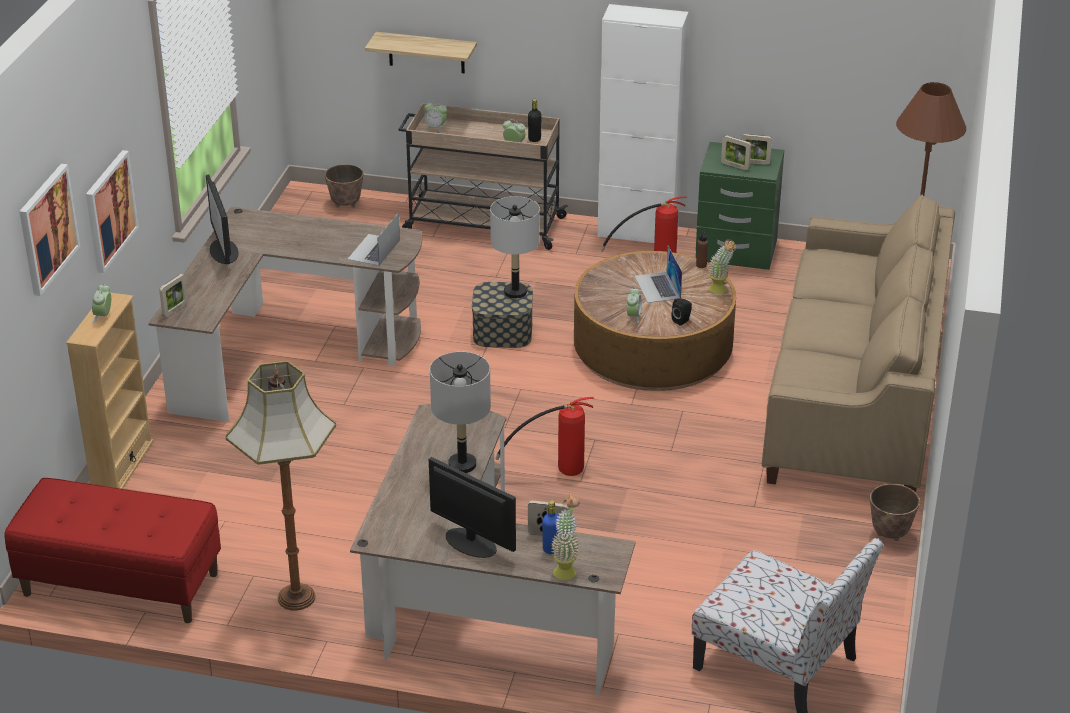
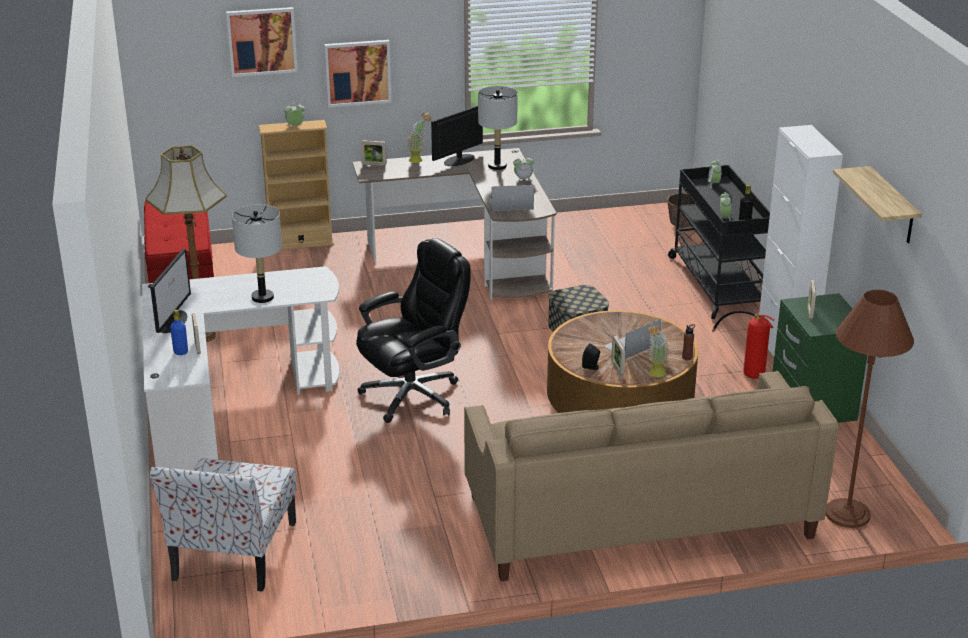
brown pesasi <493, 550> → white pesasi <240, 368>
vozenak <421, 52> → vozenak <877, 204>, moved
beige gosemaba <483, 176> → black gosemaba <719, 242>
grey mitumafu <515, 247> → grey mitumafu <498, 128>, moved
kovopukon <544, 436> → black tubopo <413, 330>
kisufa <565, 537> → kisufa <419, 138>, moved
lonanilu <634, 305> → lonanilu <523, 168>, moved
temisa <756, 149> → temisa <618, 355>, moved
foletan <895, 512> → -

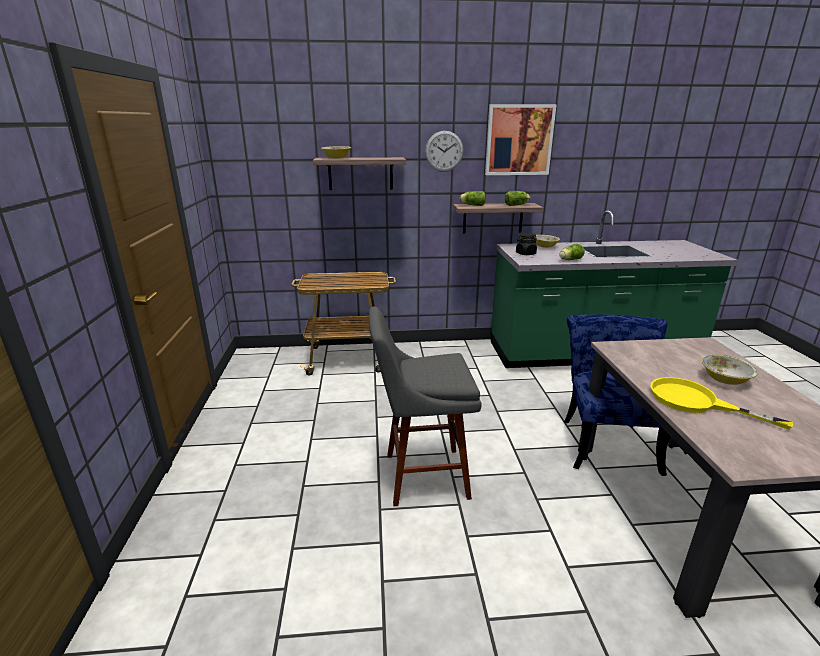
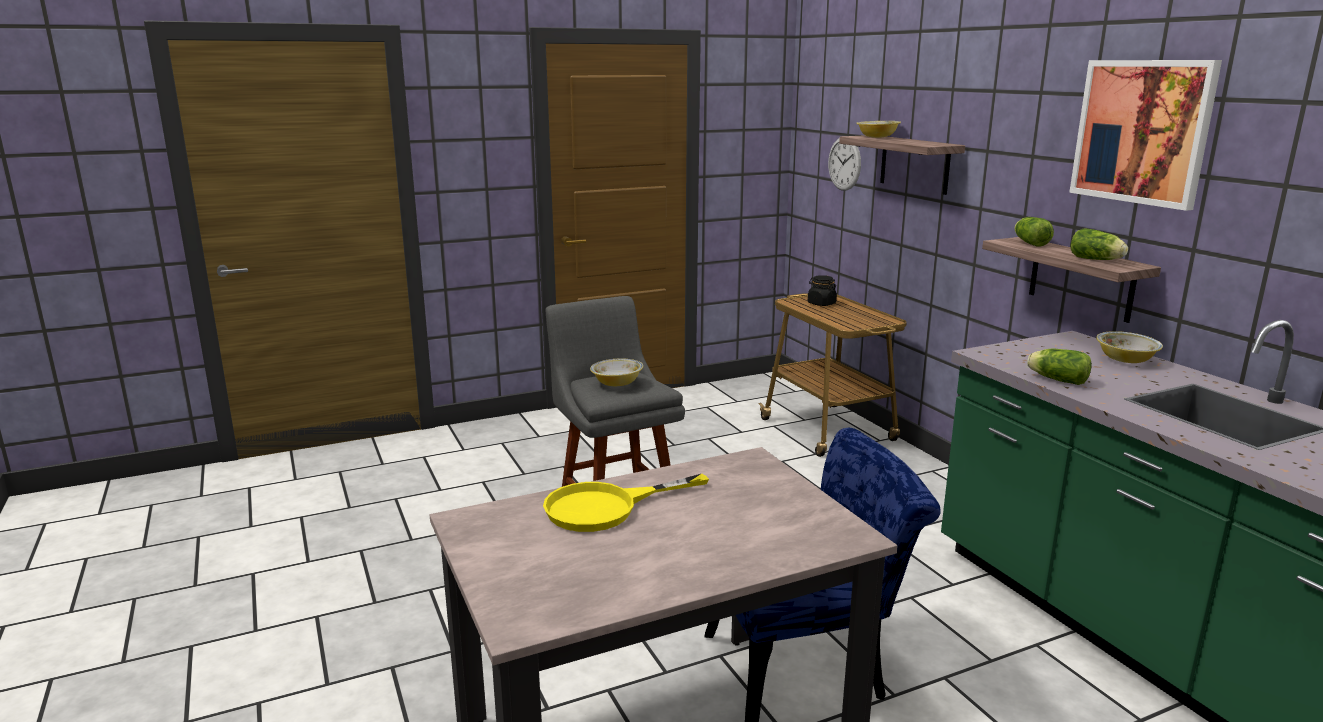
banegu <444, 151> → banegu <844, 164>, moved
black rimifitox <526, 244> → black rimifitox <822, 290>, moved
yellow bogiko <721, 403> → yellow bogiko <626, 503>, 135 degrees counterclockwise
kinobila <730, 369> → kinobila <616, 372>, moved

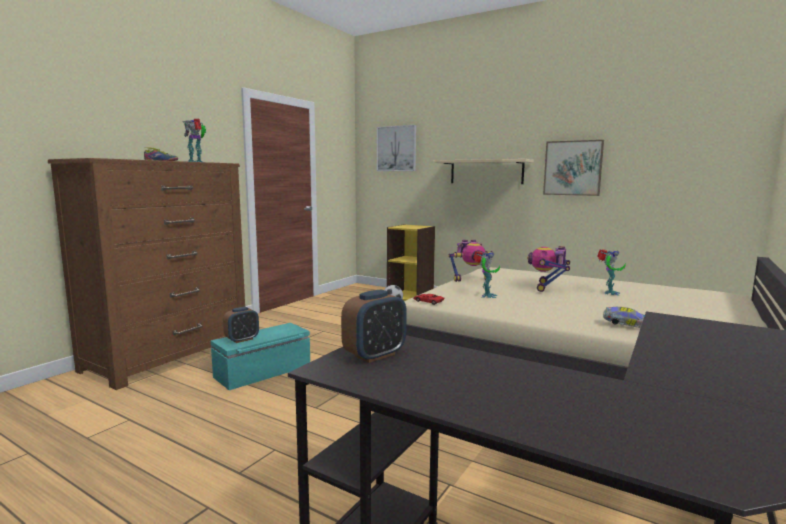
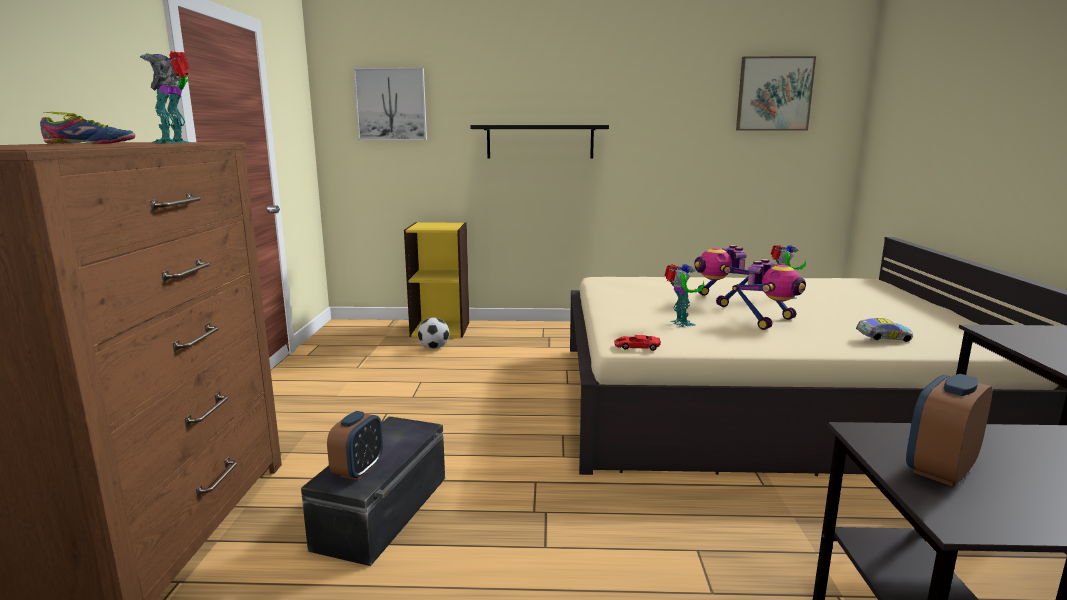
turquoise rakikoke <260, 356> → black rakikoke <373, 491>
lonanilu <374, 326> → lonanilu <949, 430>, 150 degrees counterclockwise
beige vozenak <484, 171> → black vozenak <539, 142>
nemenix <470, 261> → nemenix <769, 294>, moved
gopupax <573, 168> → gopupax <776, 93>, moved

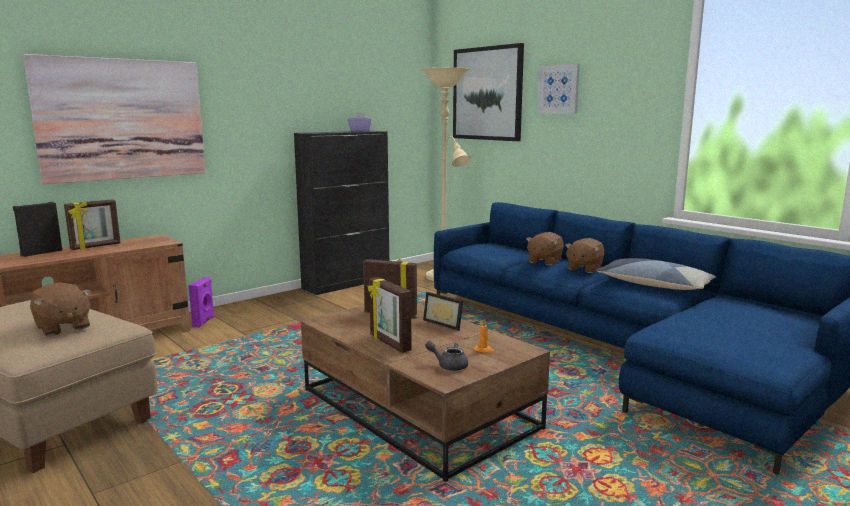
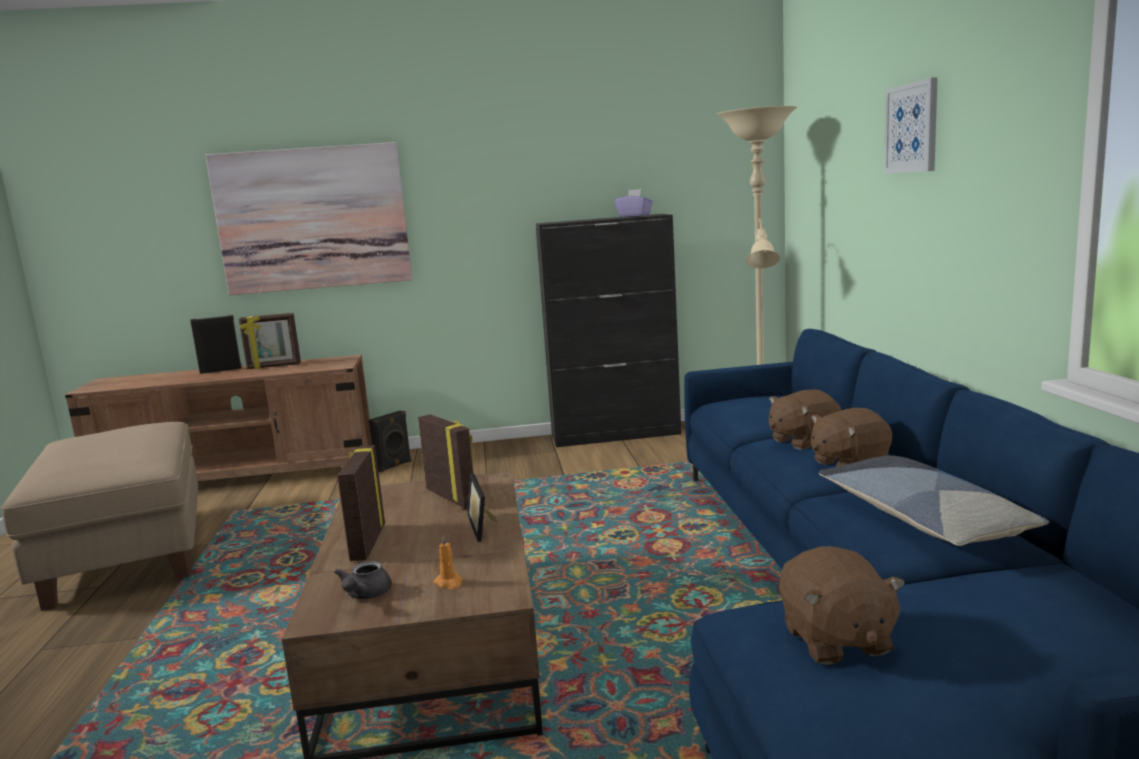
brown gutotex <61, 309> → brown gutotex <842, 605>, moved
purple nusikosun <201, 302> → black nusikosun <390, 441>
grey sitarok <446, 356> → grey sitarok <363, 580>, 135 degrees counterclockwise
gopupax <488, 92> → -

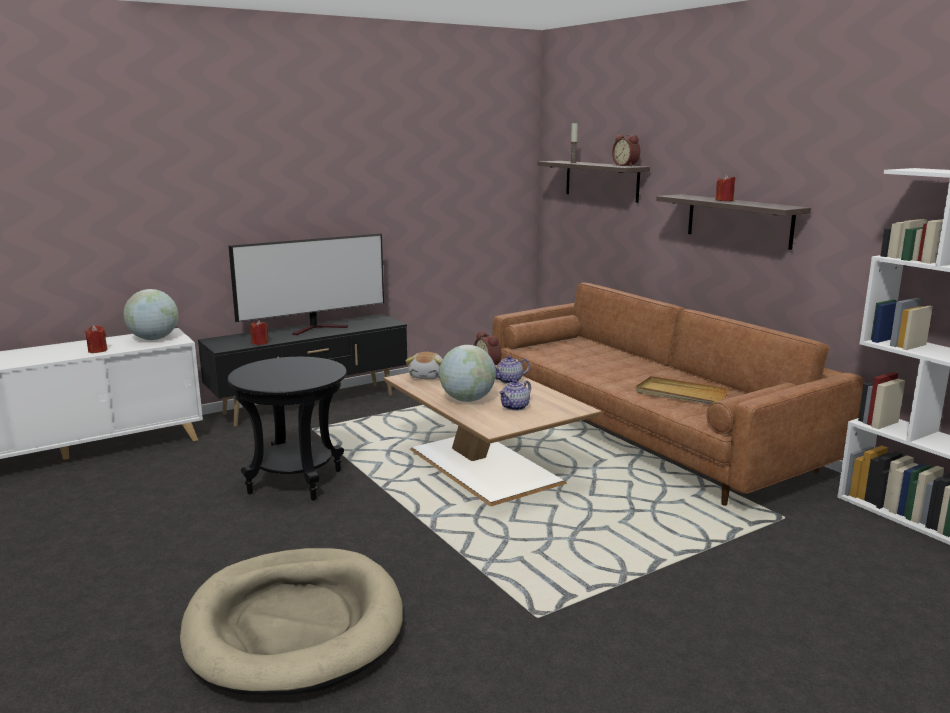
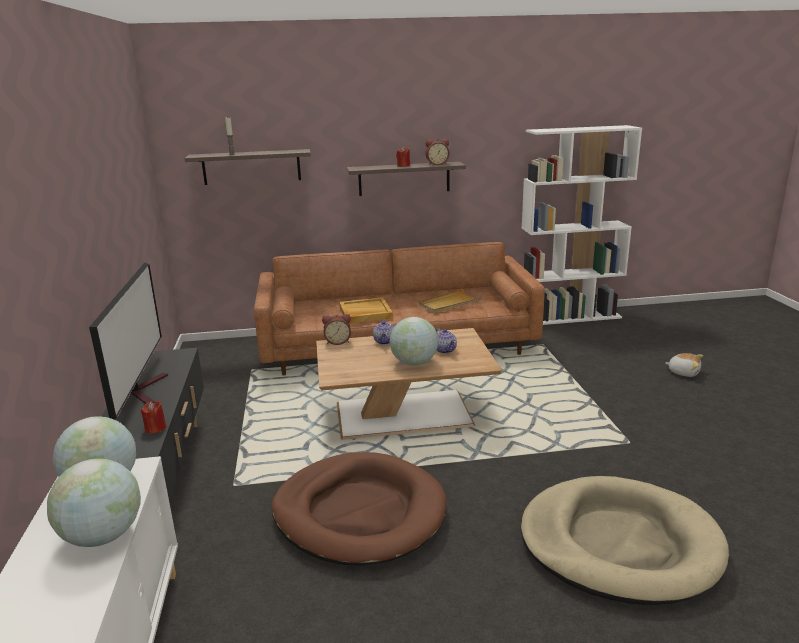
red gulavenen <96, 339> → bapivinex <94, 503>
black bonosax <287, 429> → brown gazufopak <359, 509>
gutotex <424, 365> → gutotex <684, 365>, moved
lonanilu <626, 150> → lonanilu <437, 152>, moved
- → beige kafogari <366, 310>

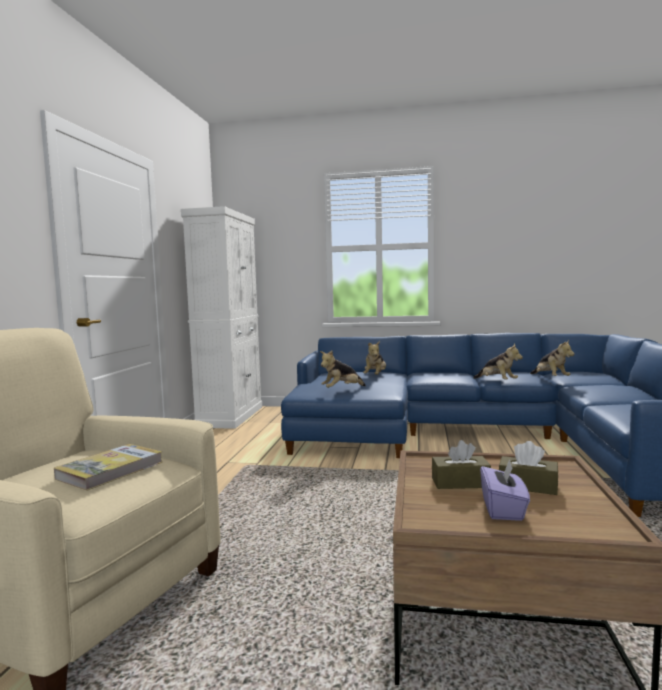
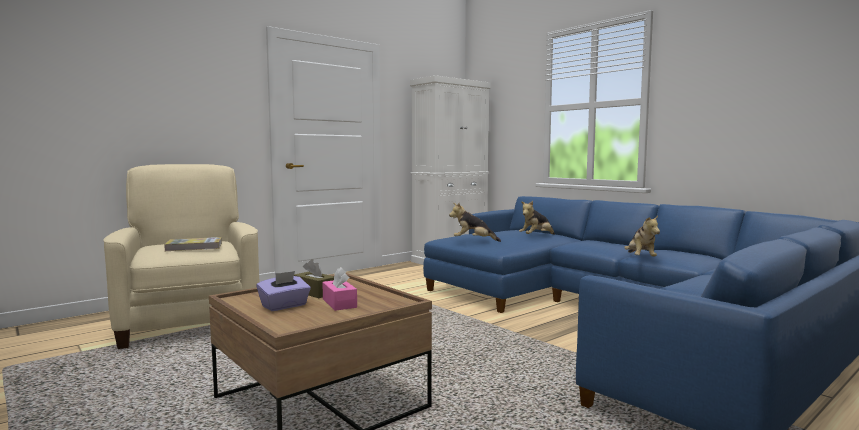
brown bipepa <529, 468> → pink bipepa <339, 289>
gutotex <552, 357> → -

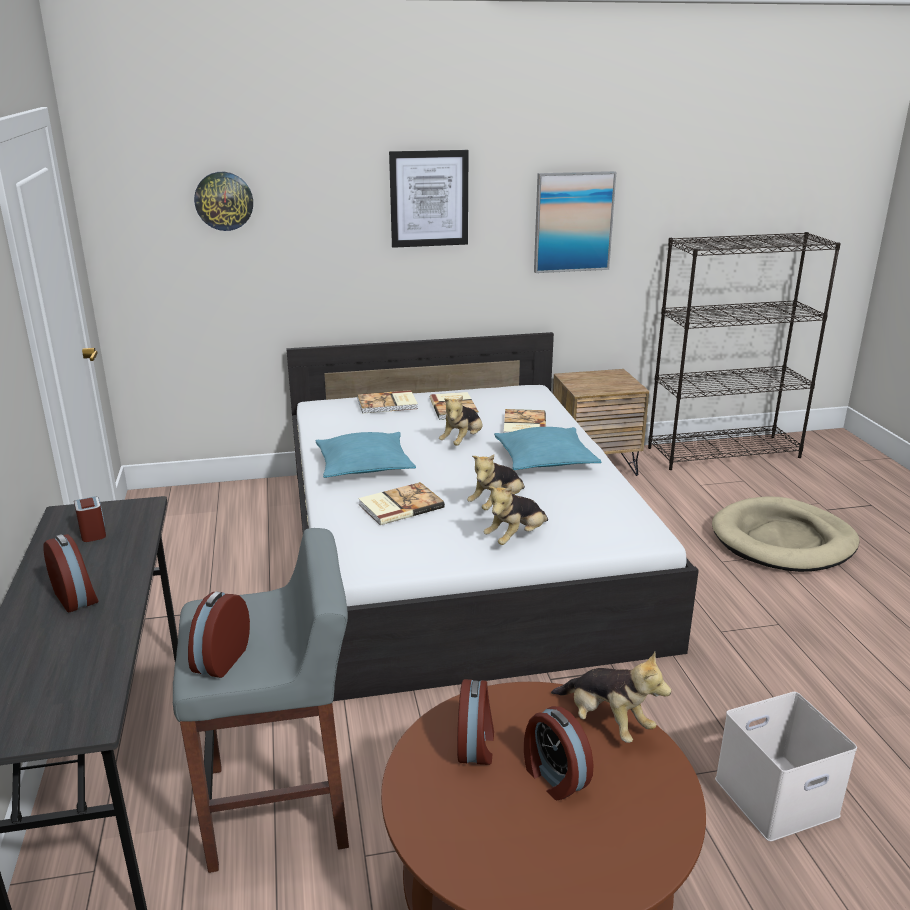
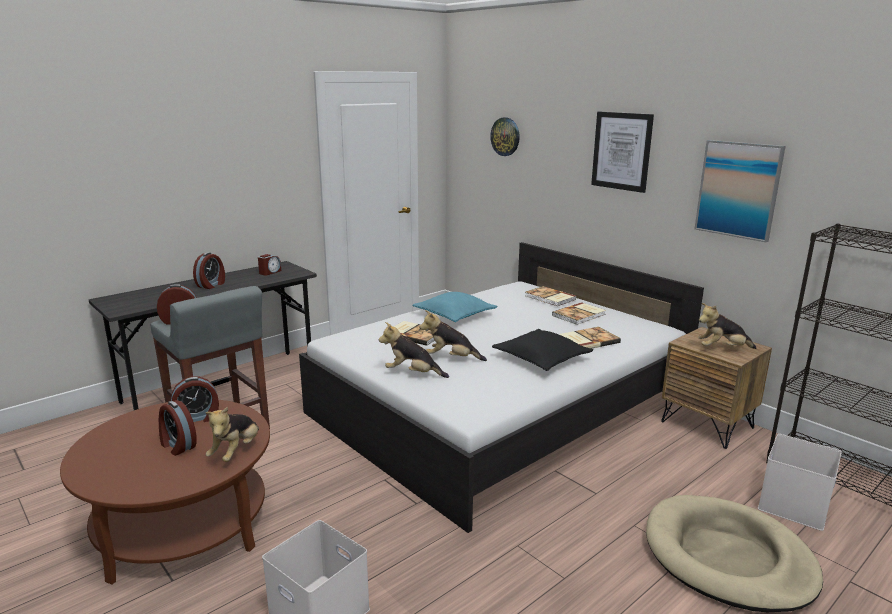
gutotex <461, 421> → gutotex <727, 326>, moved
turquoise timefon <547, 448> → black timefon <542, 350>
lonanilu <559, 753> → lonanilu <178, 428>, 75 degrees counterclockwise
- → white rakikoke <800, 482>

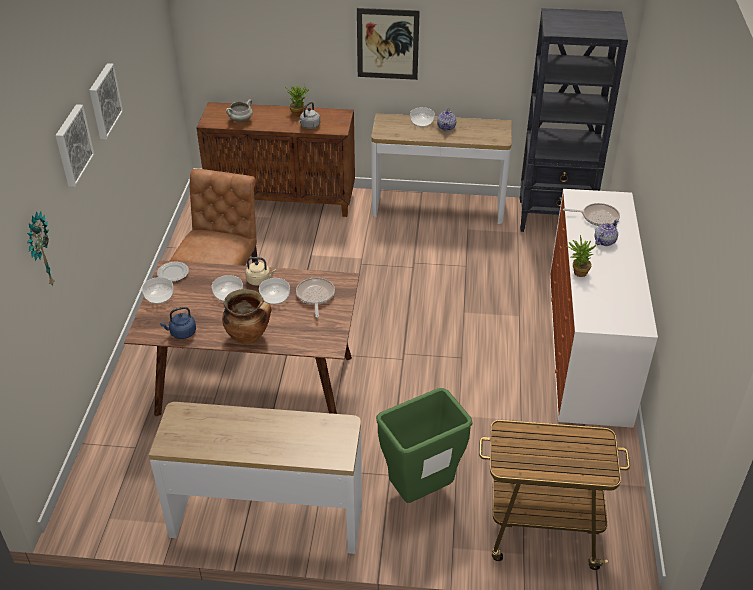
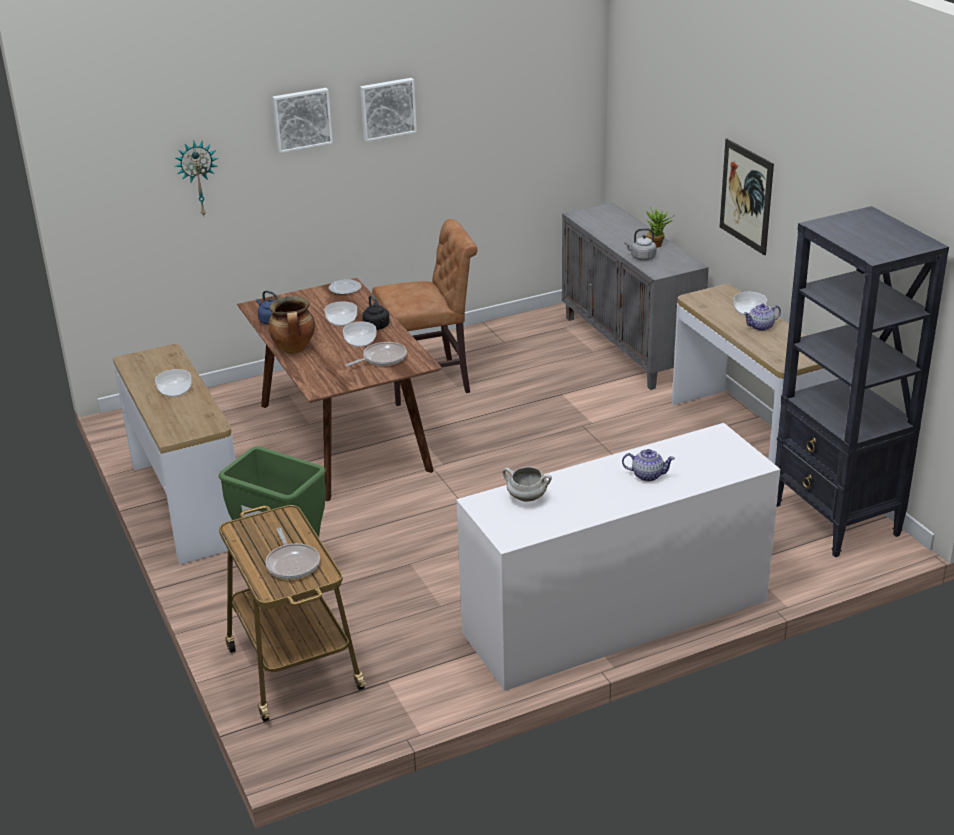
kinobila <158, 290> → kinobila <173, 383>, moved
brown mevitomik <275, 159> → grey mevitomik <635, 296>
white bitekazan <239, 111> → white bitekazan <527, 484>, moved
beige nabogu <260, 271> → black nabogu <376, 312>
bogiko <591, 214> → bogiko <292, 553>, moved
kisufa <581, 256> → -

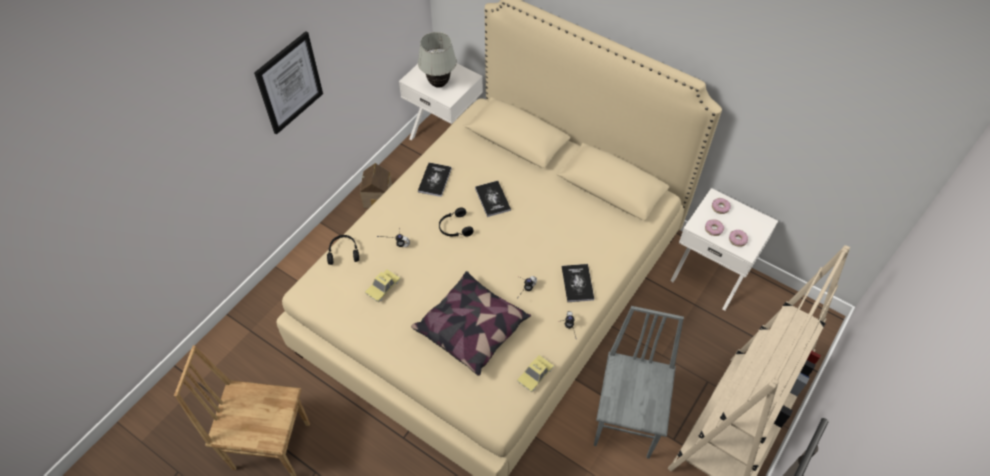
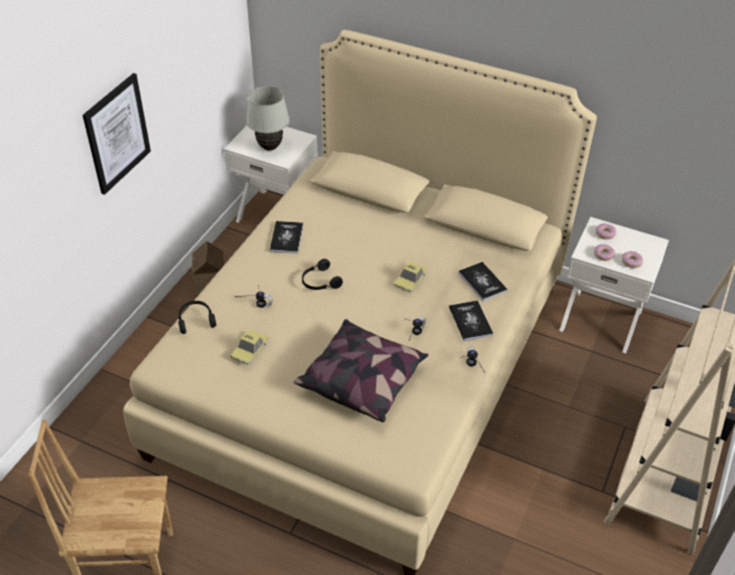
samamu <493, 199> → samamu <483, 281>, moved
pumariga <535, 373> → pumariga <410, 277>, moved
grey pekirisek <639, 382> → -

